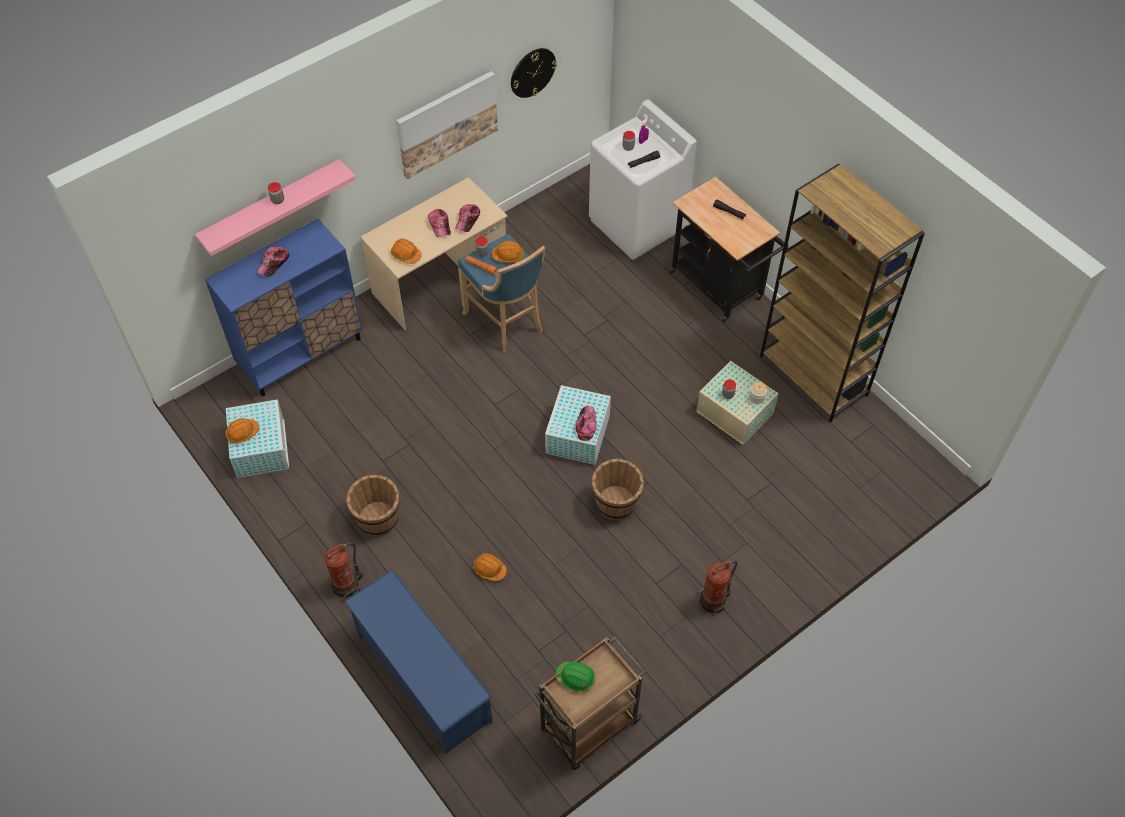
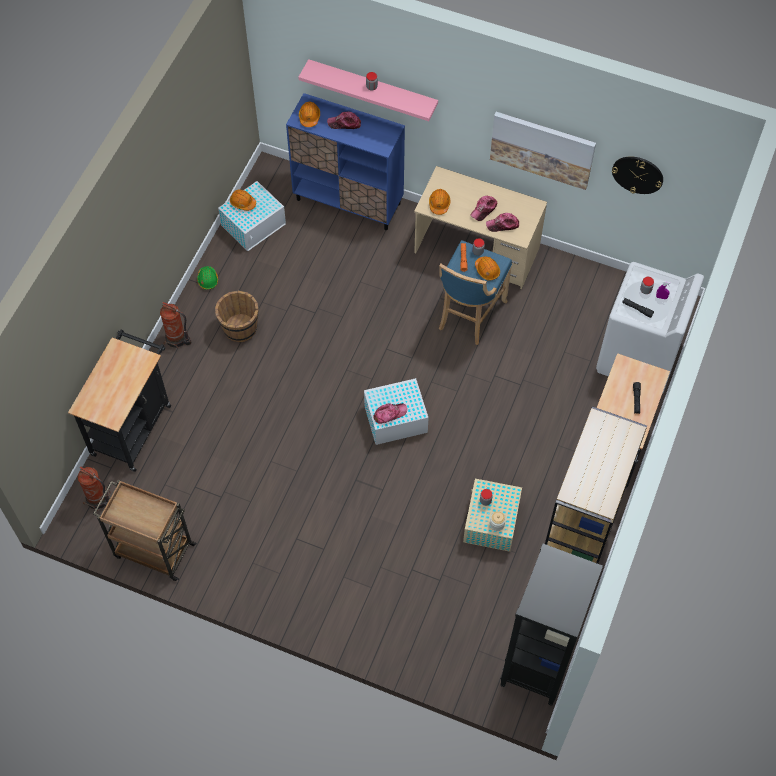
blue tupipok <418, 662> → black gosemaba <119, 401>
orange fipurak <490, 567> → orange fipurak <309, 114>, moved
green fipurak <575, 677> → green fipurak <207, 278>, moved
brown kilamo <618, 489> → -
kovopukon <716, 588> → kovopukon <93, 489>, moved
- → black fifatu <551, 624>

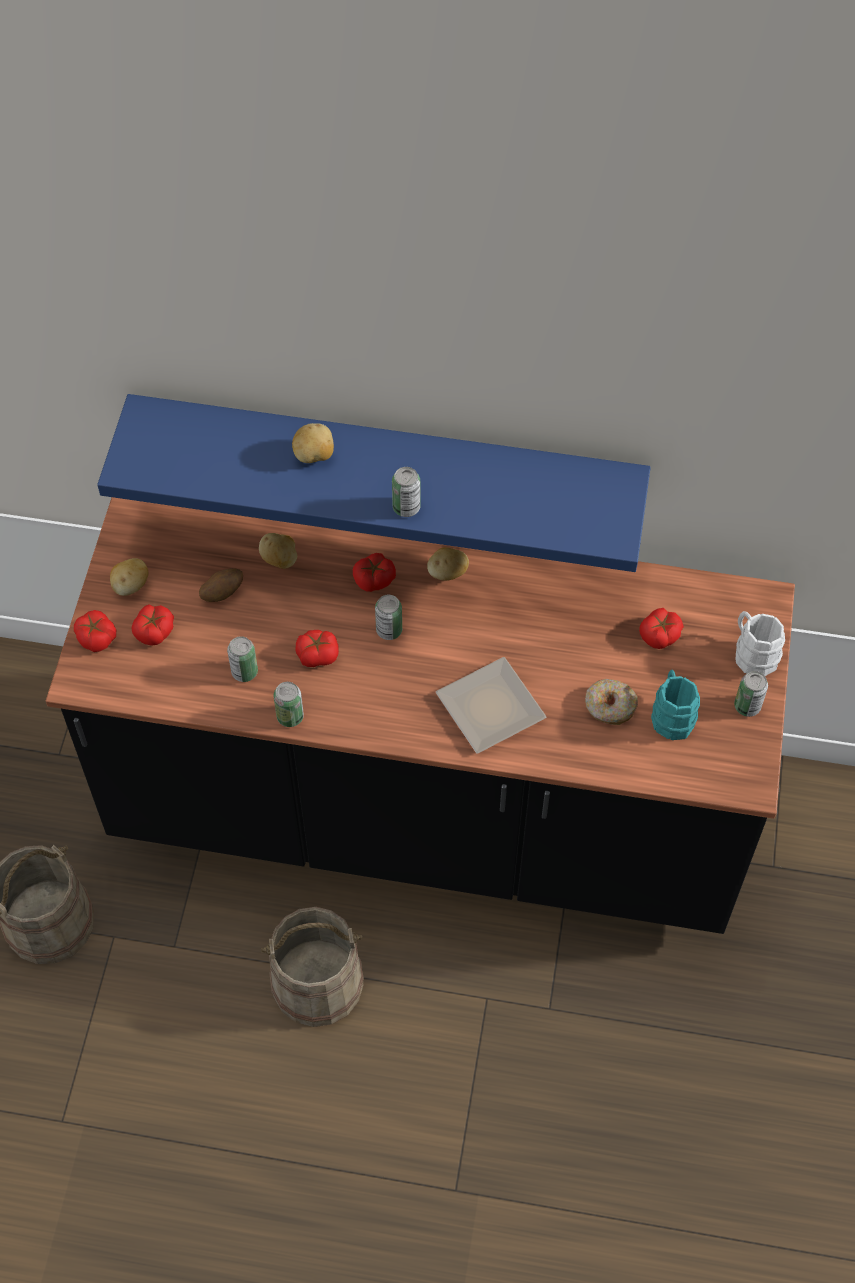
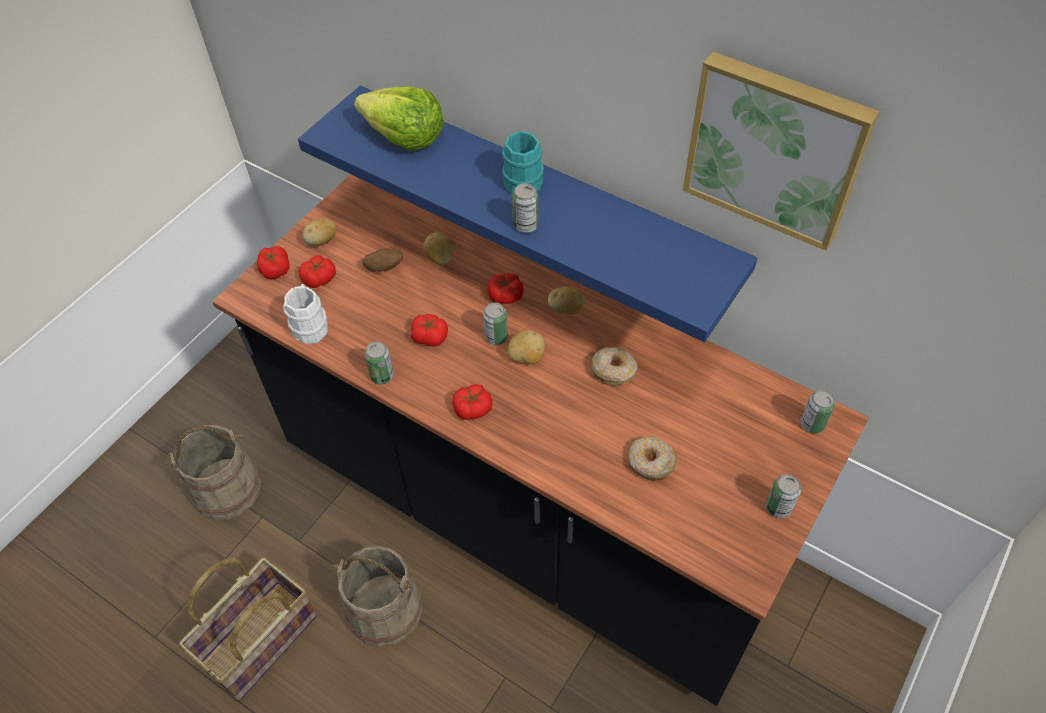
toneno <242, 659> → toneno <818, 411>, moved
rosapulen <313, 443> → rosapulen <526, 347>, moved
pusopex <491, 705> → -
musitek <661, 628> → musitek <472, 402>, moved
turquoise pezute <675, 705> → turquoise pezute <523, 162>, moved
white pezute <760, 643> → white pezute <305, 314>, moved
- → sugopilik <247, 629>
- → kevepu <399, 118>
- → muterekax <614, 366>
- → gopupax <781, 151>

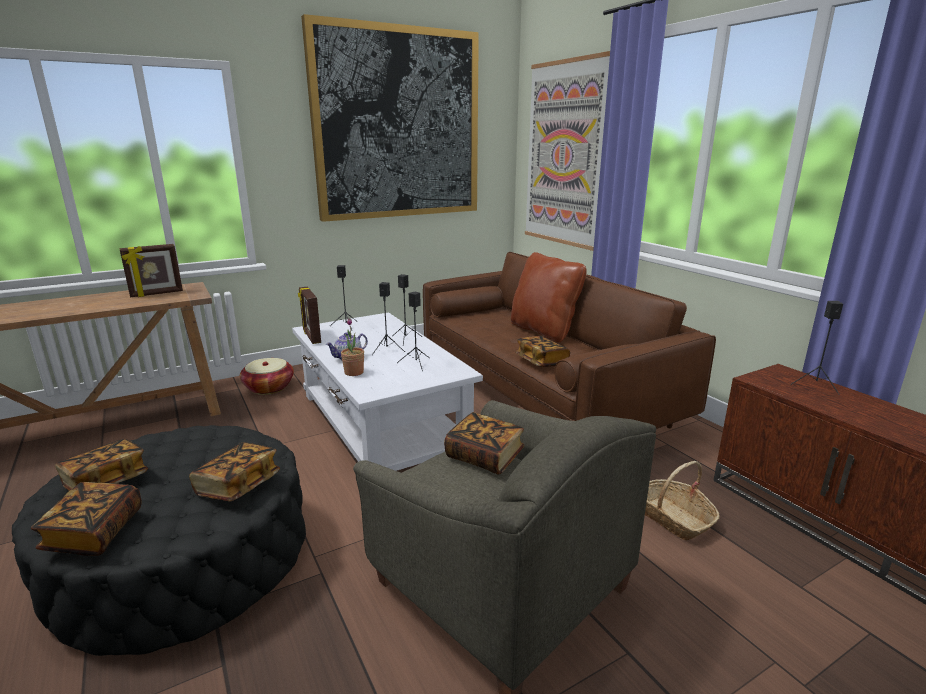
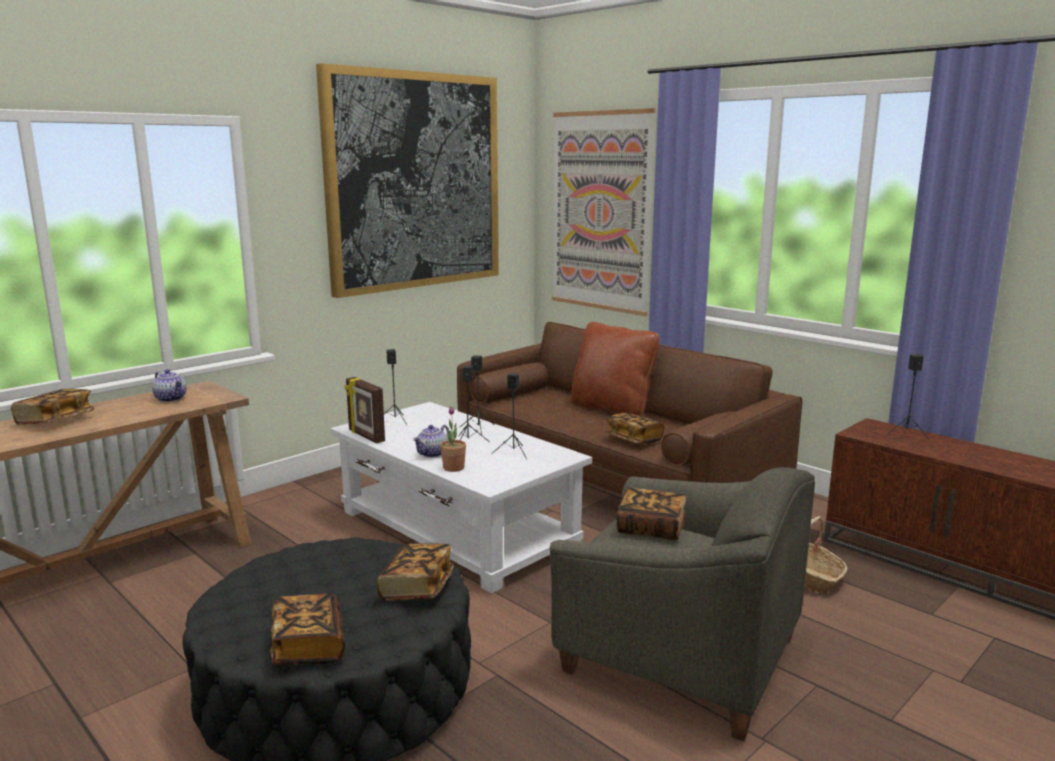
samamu <101, 465> → samamu <52, 407>, moved
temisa <151, 270> → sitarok <169, 385>
sugopilik <267, 376> → -

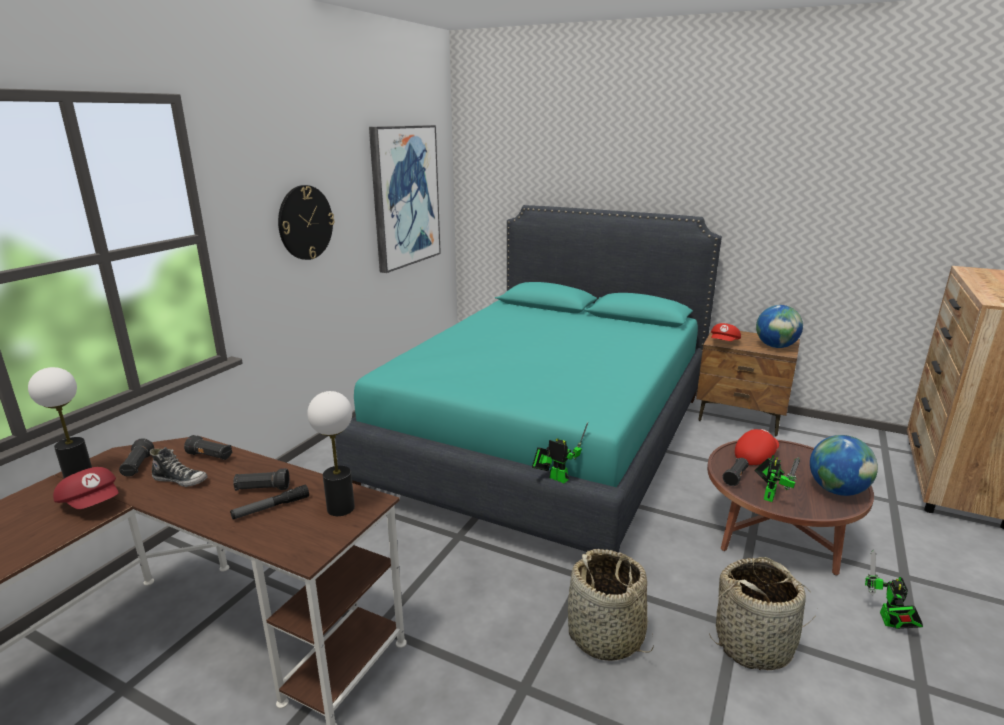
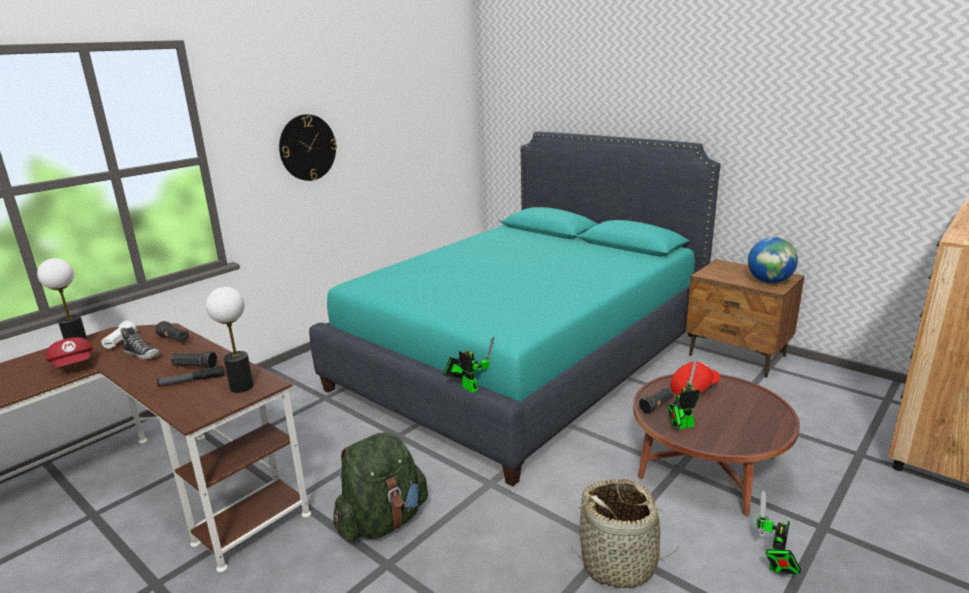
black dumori <136, 458> → white dumori <118, 335>
gopupax <405, 199> → -
sugopilik <611, 605> → -
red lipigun <726, 332> → -
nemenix <777, 478> → nemenix <683, 395>, 150 degrees counterclockwise
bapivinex <844, 465> → -
- → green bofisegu <381, 486>

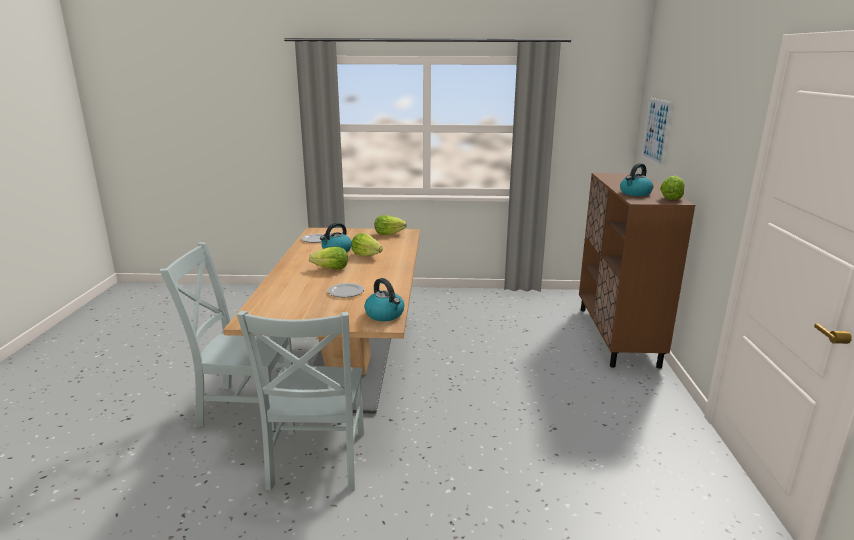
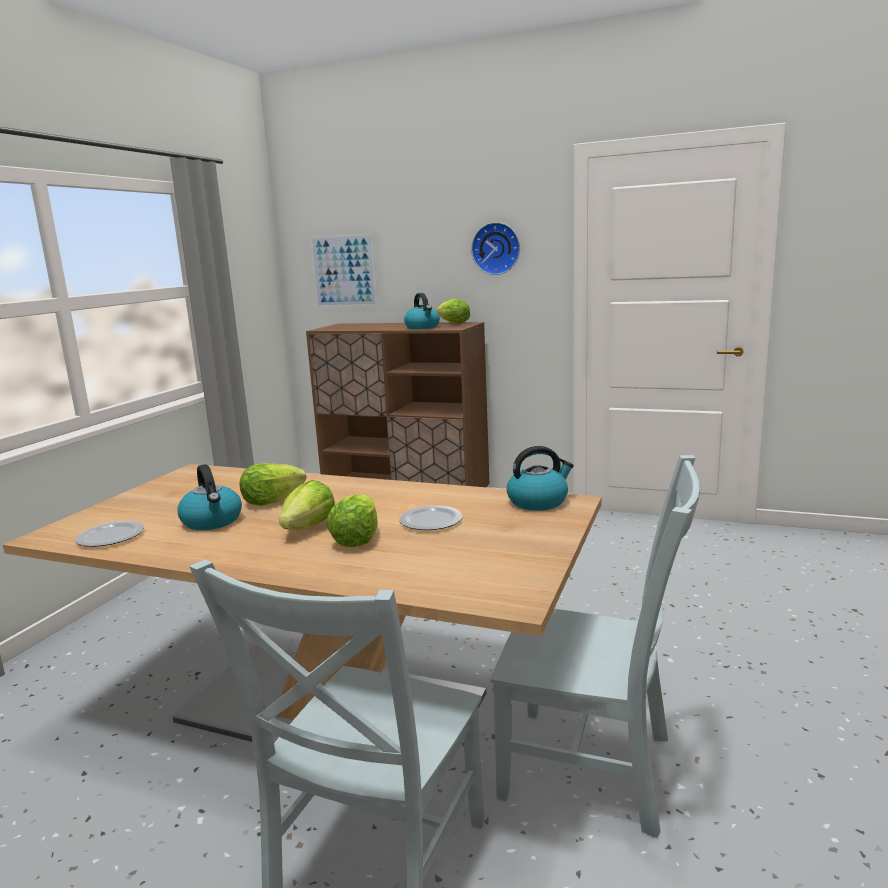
kevepu <391, 225> → kevepu <352, 520>, moved
- → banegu <495, 248>

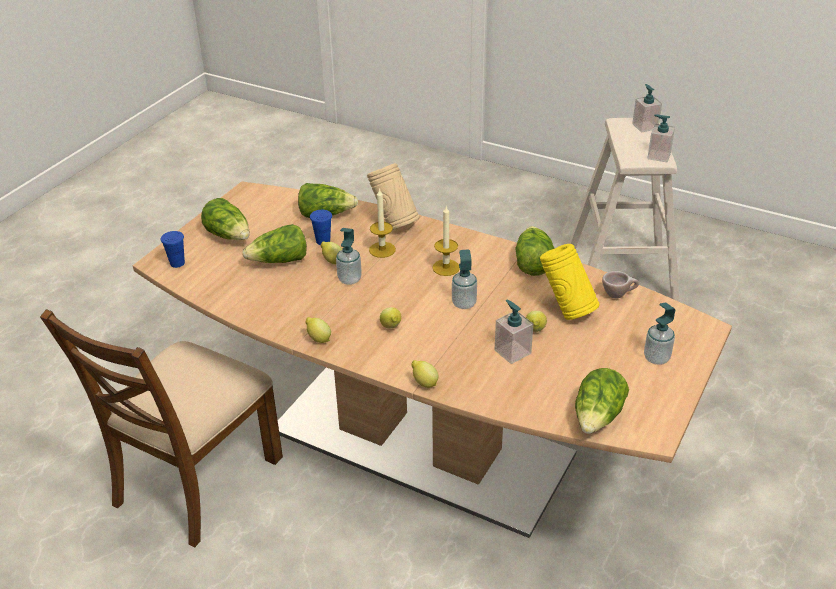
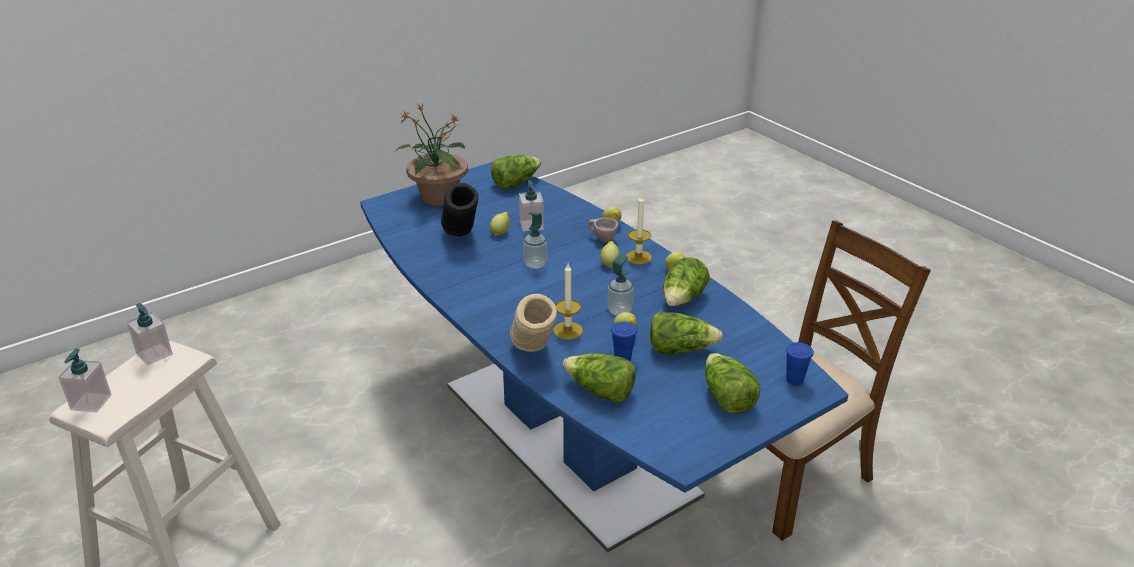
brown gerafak <432, 360> → blue gerafak <604, 357>
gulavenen <446, 241> → gulavenen <639, 229>, moved
kevepu <535, 251> → kevepu <686, 281>, moved
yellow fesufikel <569, 282> → black fesufikel <459, 209>
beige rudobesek <620, 285> → beige rudobesek <603, 230>, moved
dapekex <659, 334> → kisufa <432, 154>

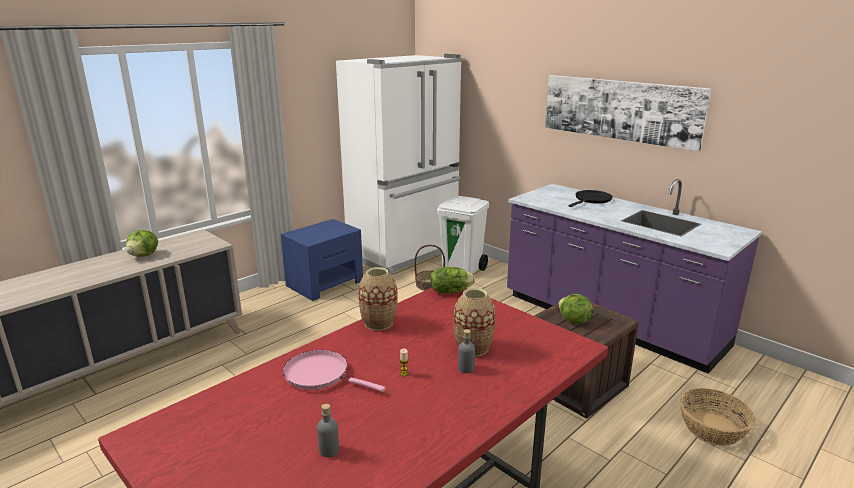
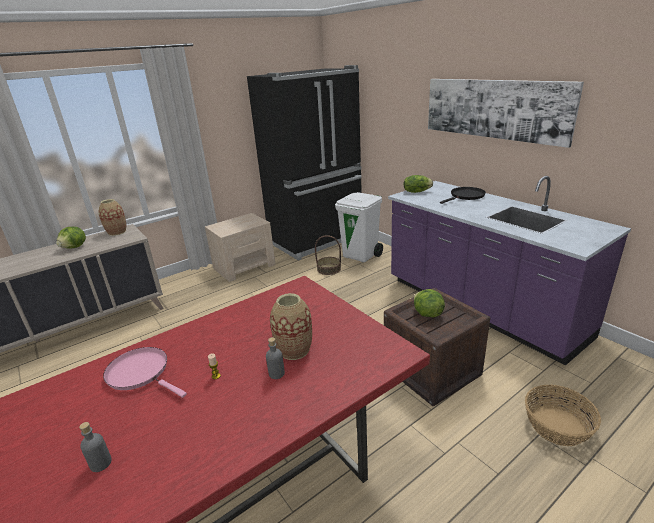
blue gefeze <322, 260> → beige gefeze <240, 247>
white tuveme <399, 164> → black tuveme <304, 163>
fesufikel <378, 299> → fesufikel <112, 217>, moved
kevepu <452, 280> → kevepu <418, 184>, moved

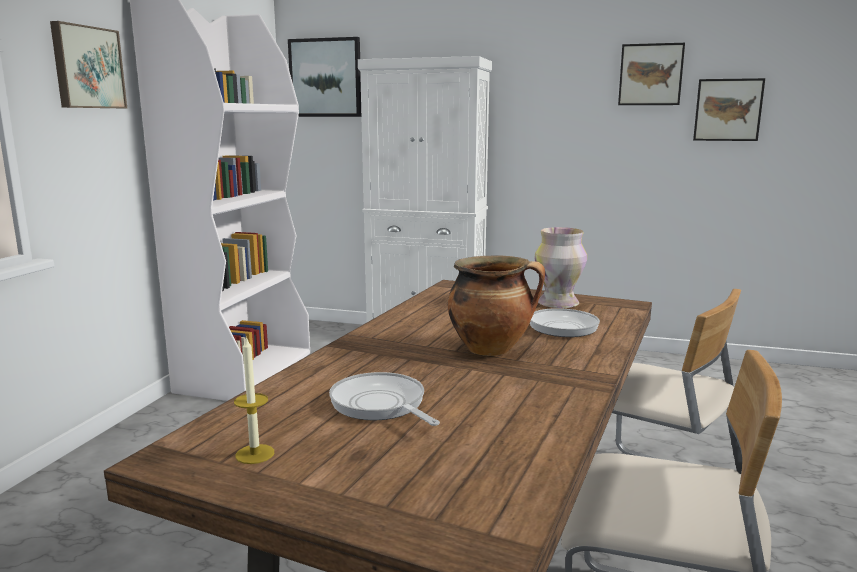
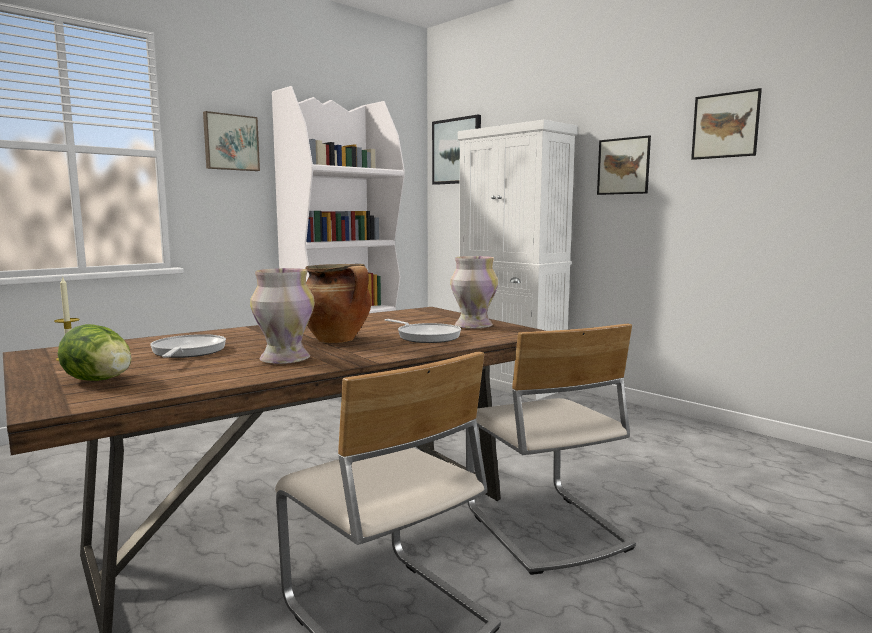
gopupax <729, 109> → gopupax <624, 165>, moved
- → kevepu <94, 352>
- → fesufikel <282, 316>

